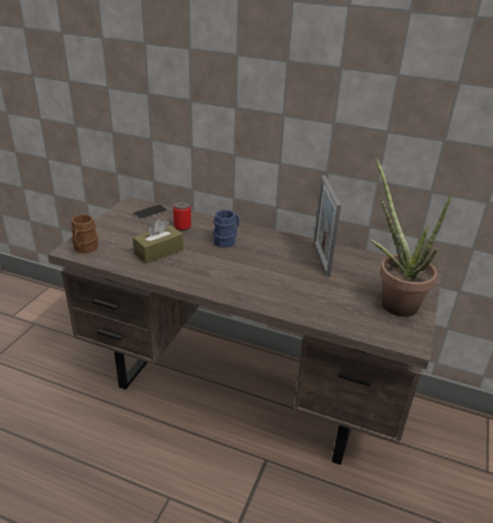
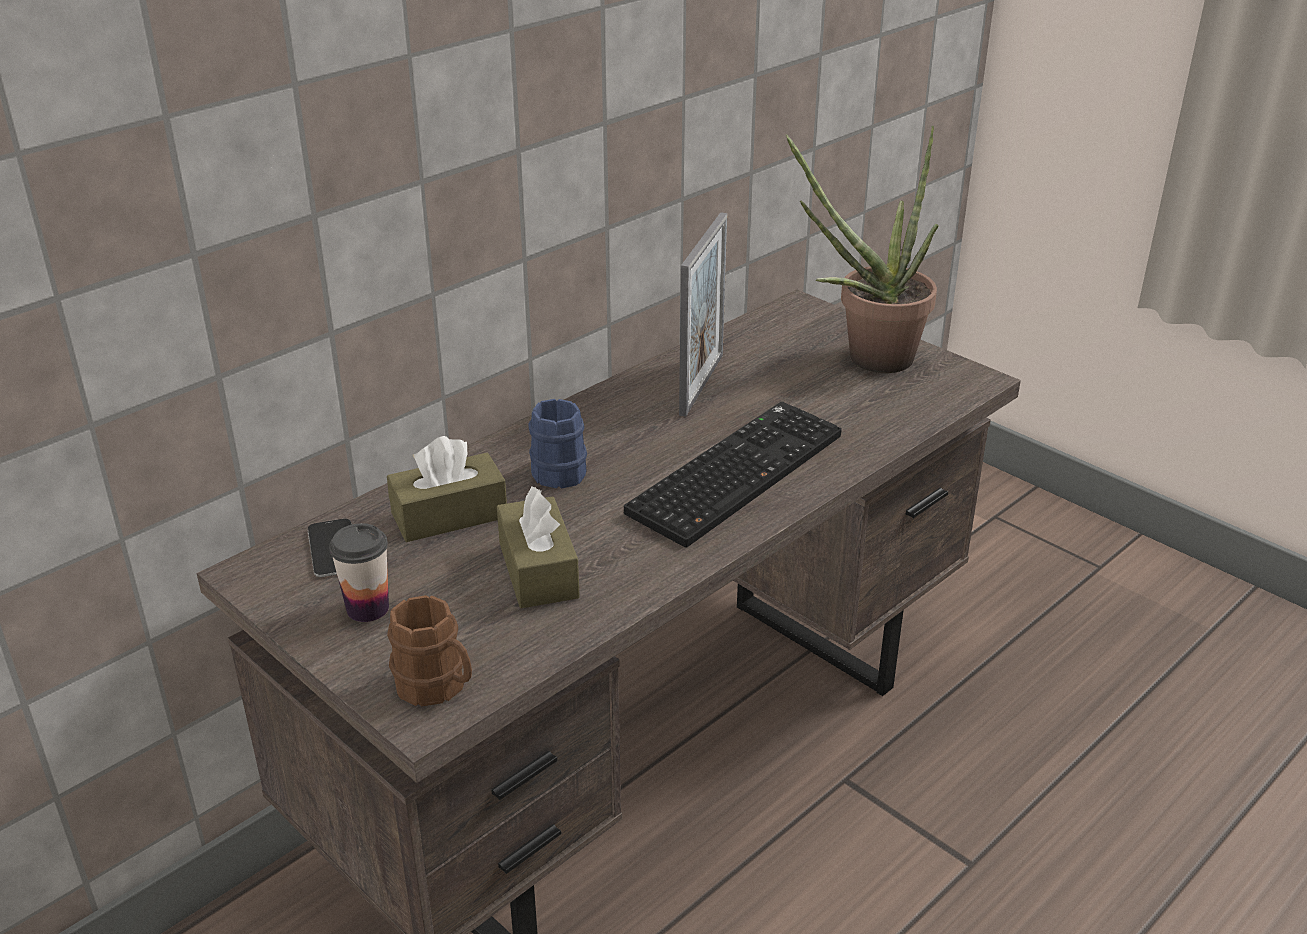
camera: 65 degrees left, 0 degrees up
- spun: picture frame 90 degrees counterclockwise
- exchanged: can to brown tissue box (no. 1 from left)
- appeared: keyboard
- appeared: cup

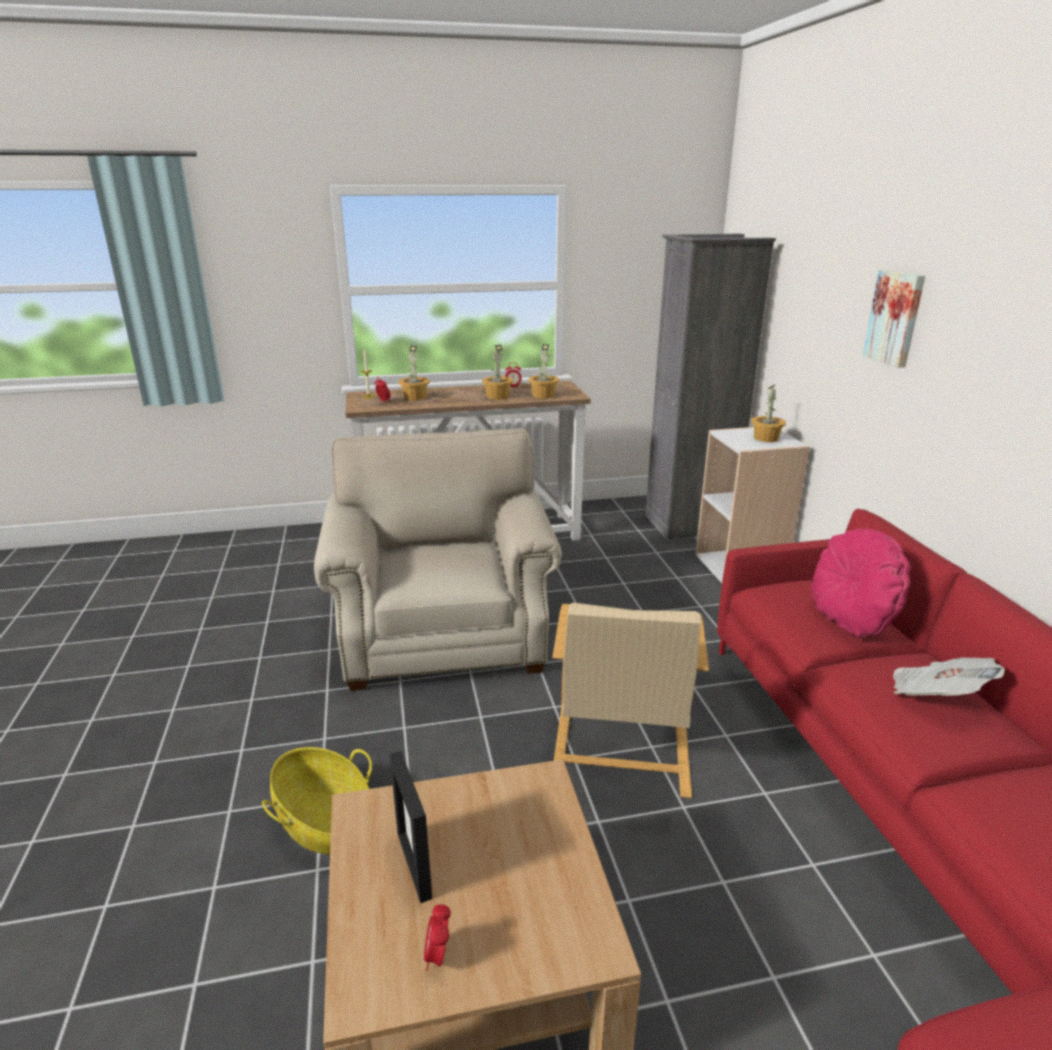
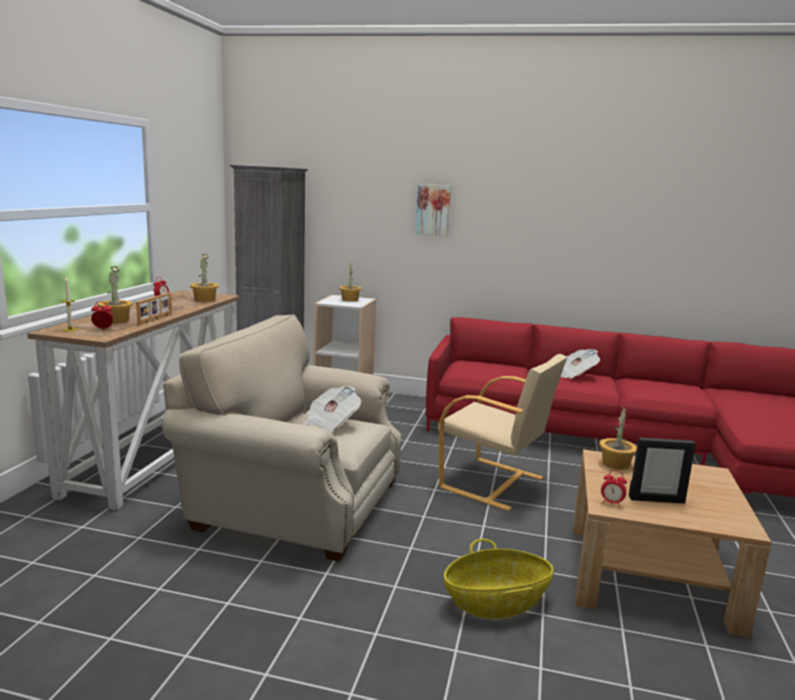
camera: 65 degrees left, 10 degrees down
- relocated: potted plant (no. 2 from left in the first image) to potted plant (no. 4 from left)
- missing: pink pillow
- relocated: alarm clock (no. 2 from left in the first image) to alarm clock (no. 3 from left)
- appeared: picture frame (no. 1 from left)
- appeared: newspaper (no. 1 from left)

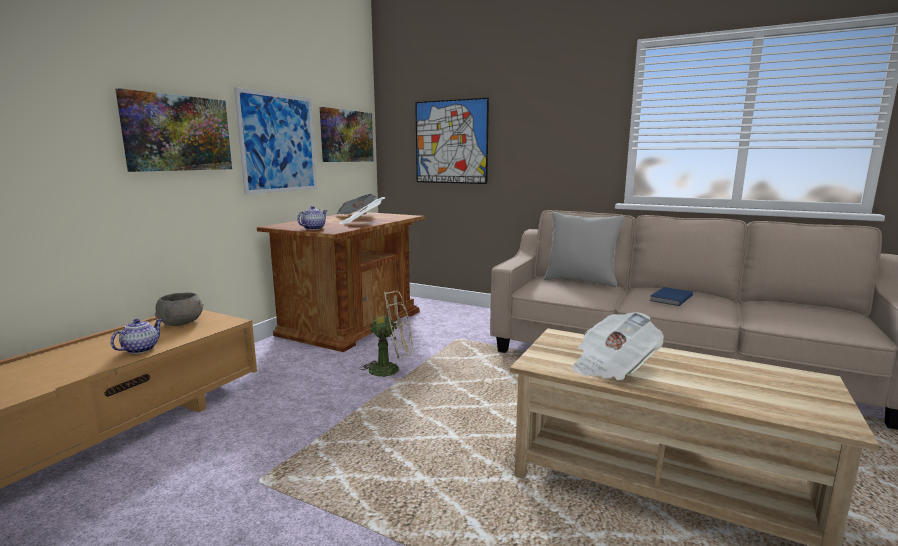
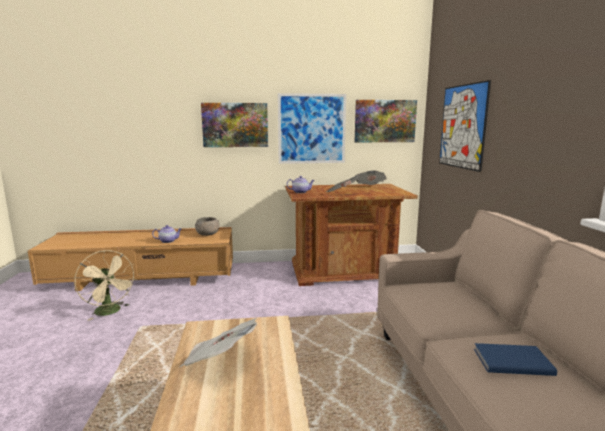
camera: 55 degrees right, 0 degrees up
- missing: grey pillow
- relocated: beige fan

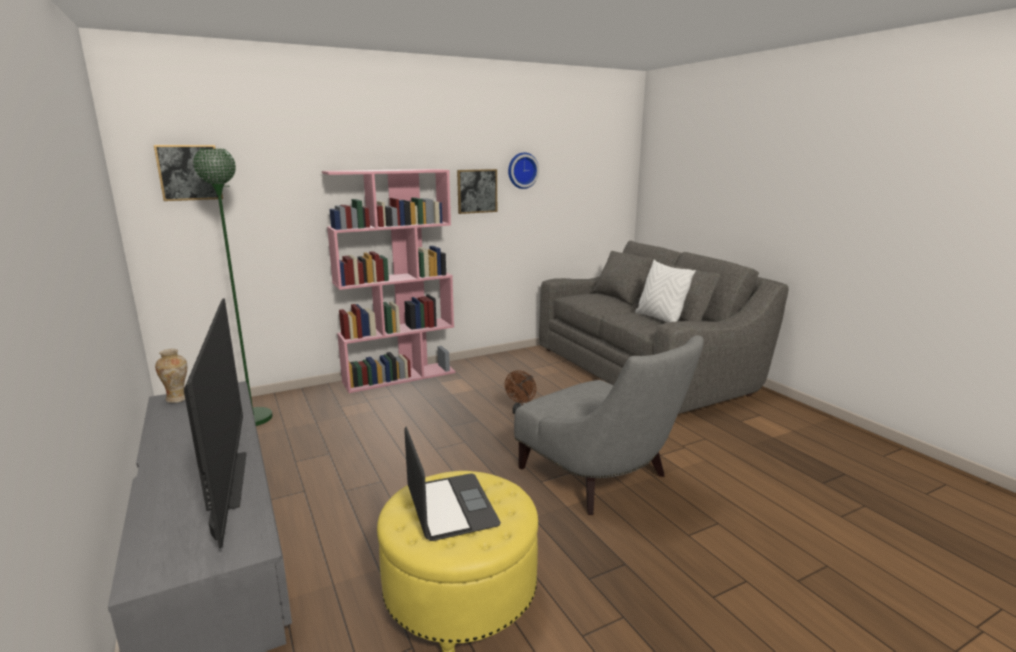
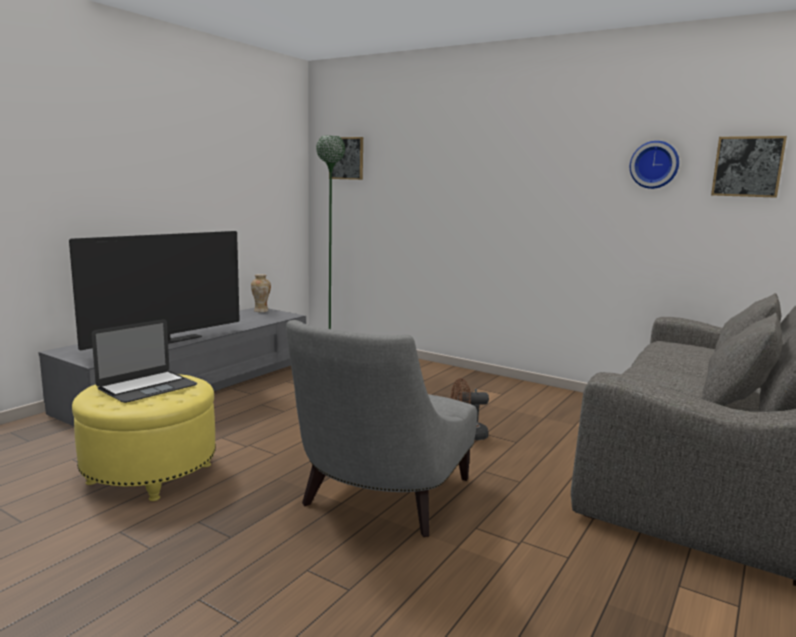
camera: 60 degrees right, 5 degrees down
- missing: pink bookcase
- relocated: picture (no. 2 from left)
- missing: white pillow

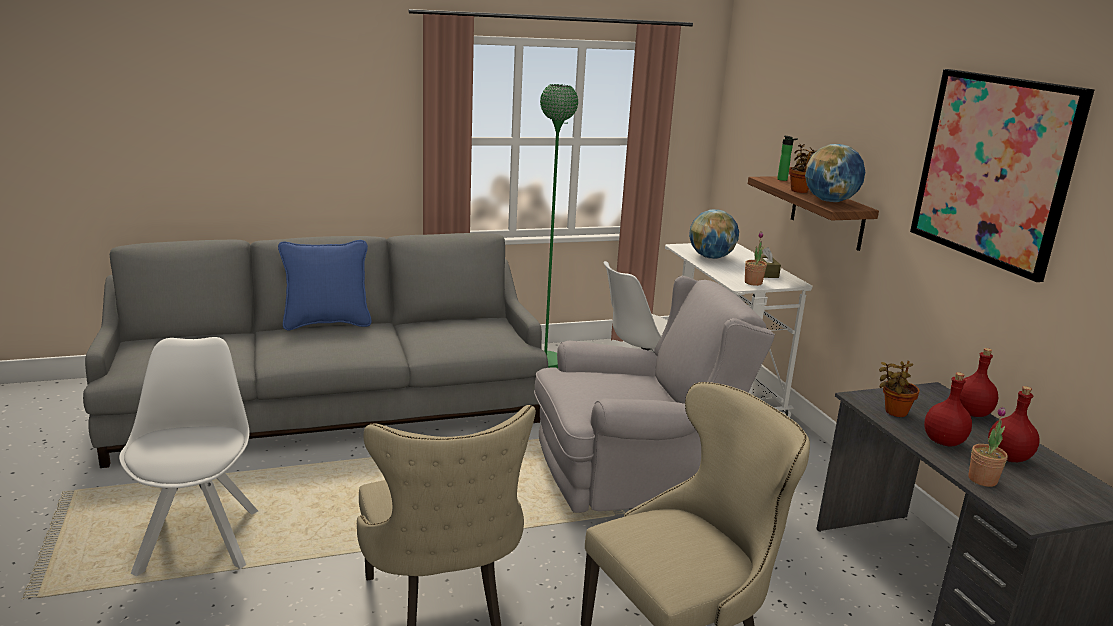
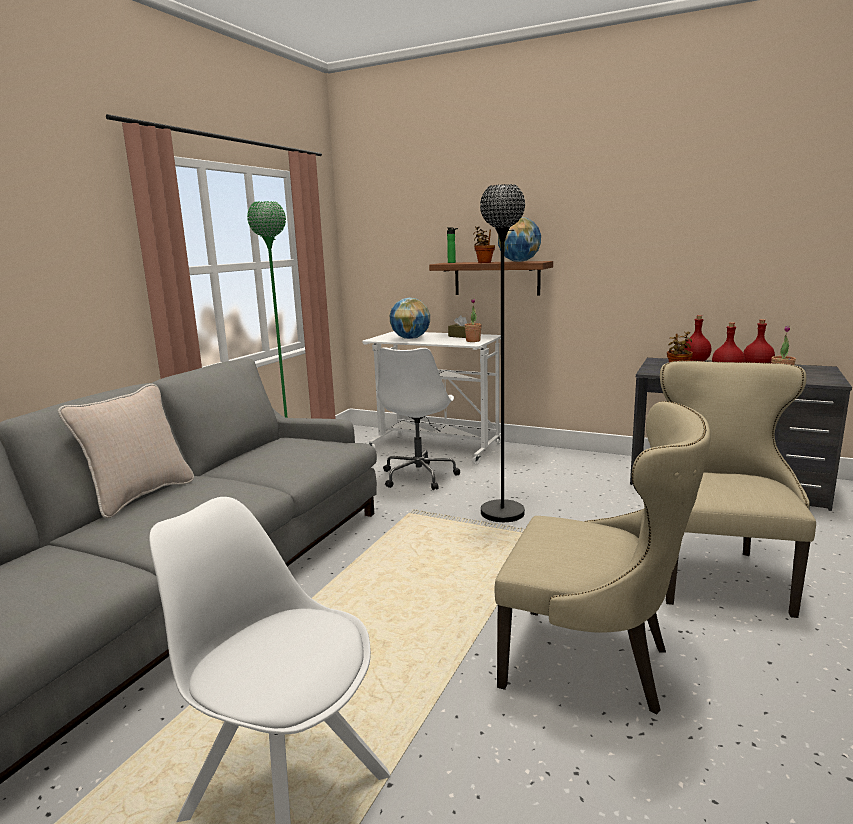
camera: 45 degrees left, 5 degrees down
- missing: picture
- colour: blue pillow to beige pillow
- exchanged: grey armchair to black floor lamp

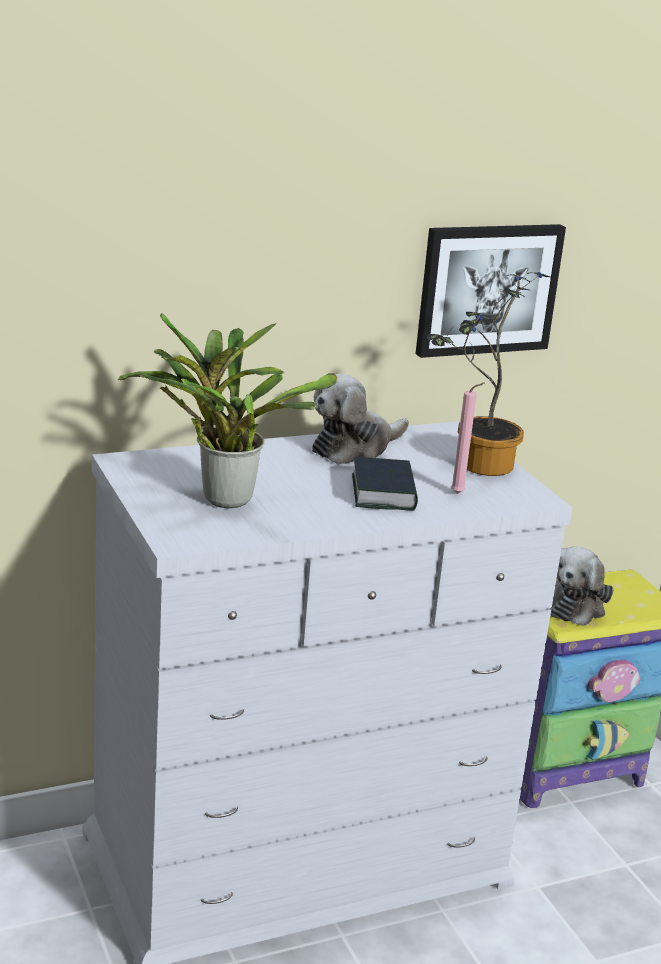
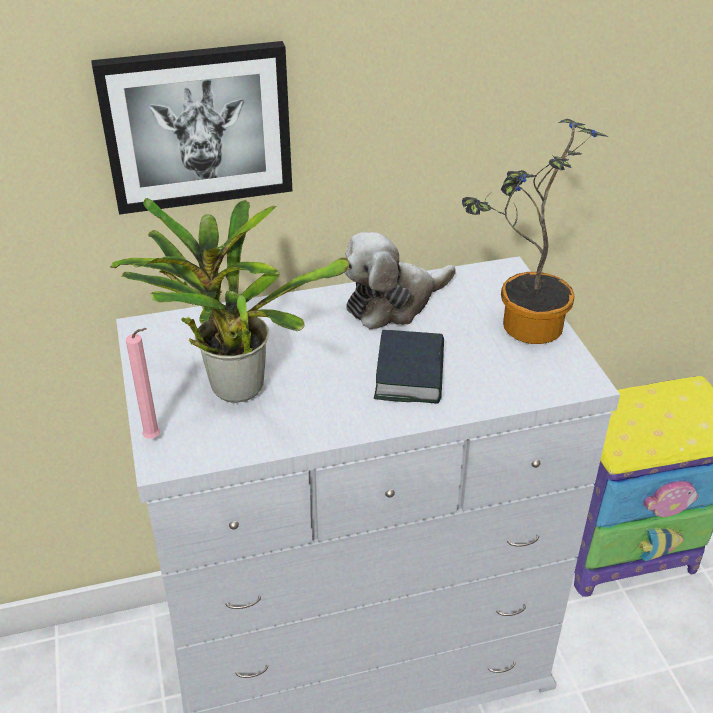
camera: 10 degrees right, 15 degrees up
- relocated: picture
- relocated: pink candle
- missing: plush toy (no. 2 from left)

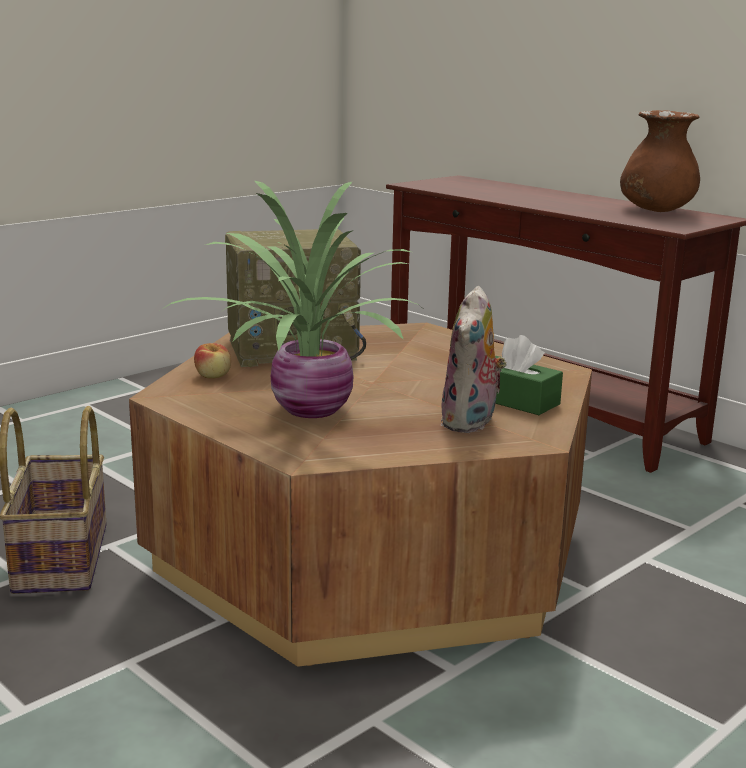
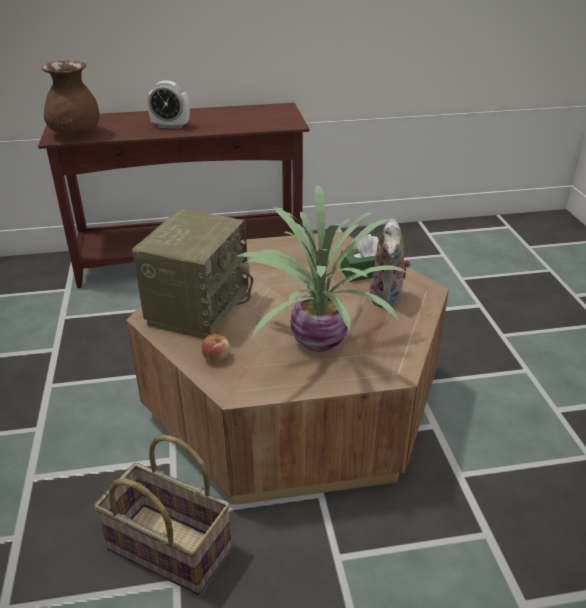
camera: 55 degrees left, 15 degrees up
- relocated: brown vase
- spun: plush toy 45 degrees clockwise
- appeared: alarm clock

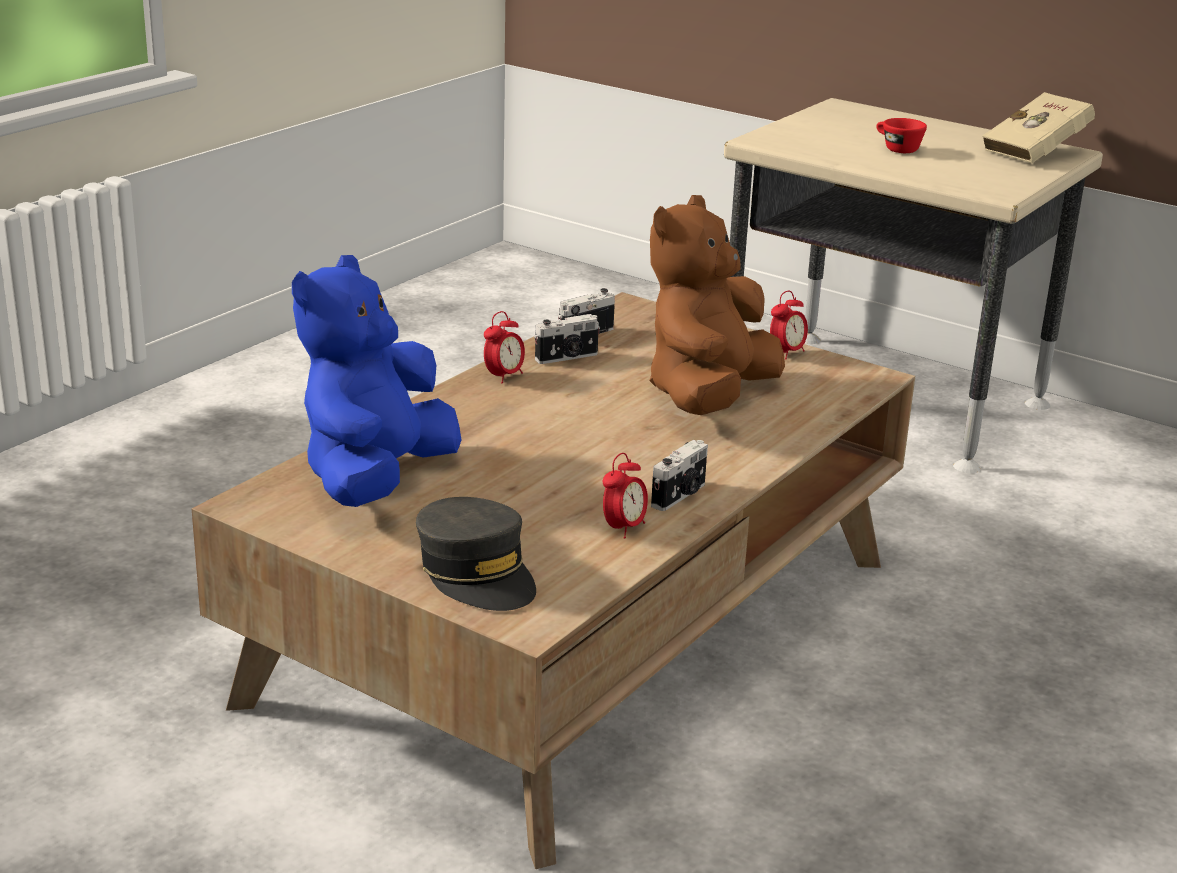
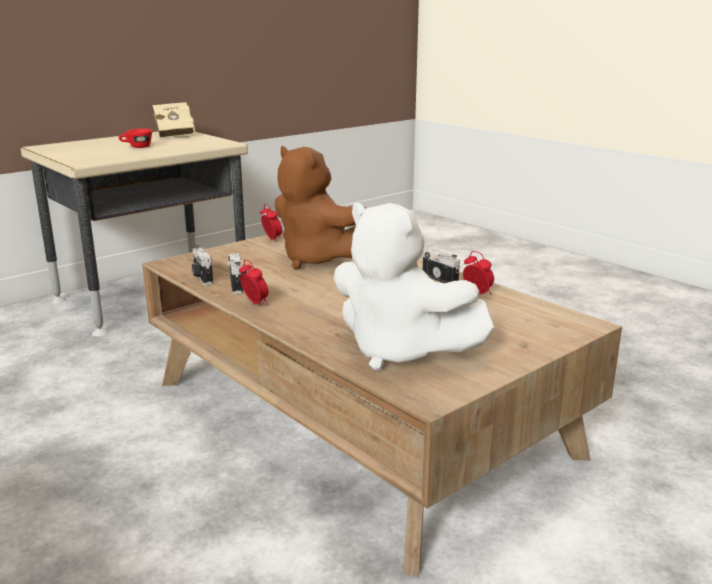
camera: 75 degrees left, 5 degrees down
- colour: blue plush toy to white plush toy
- missing: grey cap

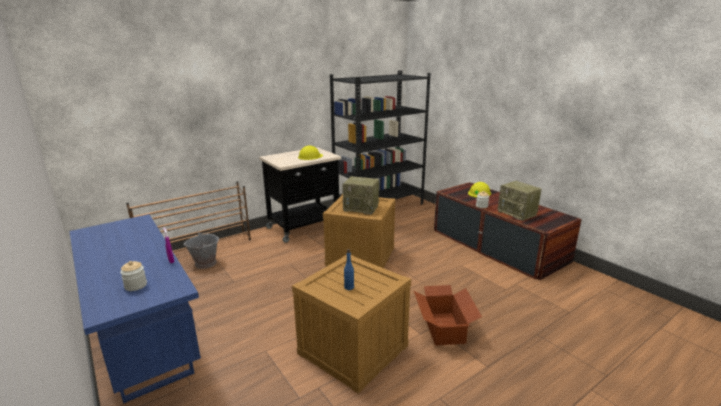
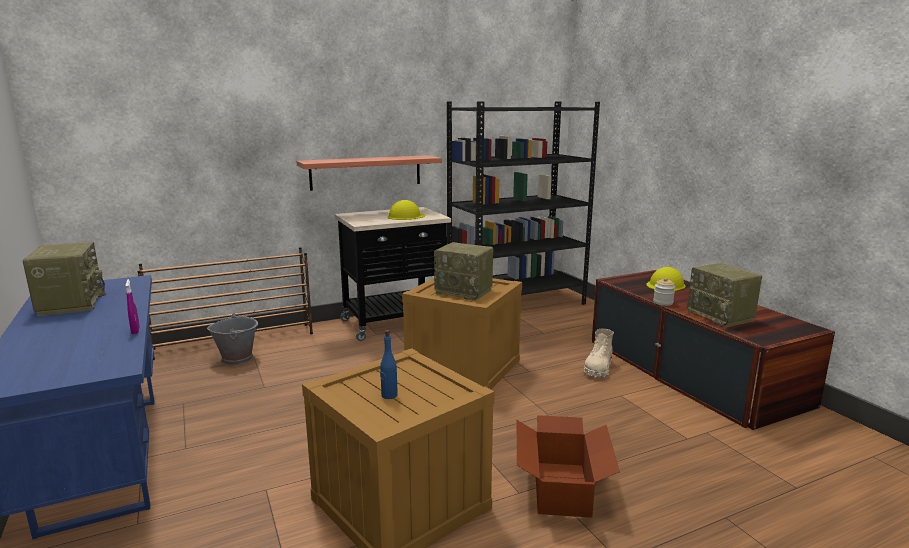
camera: 10 degrees right, 5 degrees down
- missing: jar (no. 1 from left)
- appeared: shelf
- appeared: radio (no. 1 from left)
- appeared: beige boot

